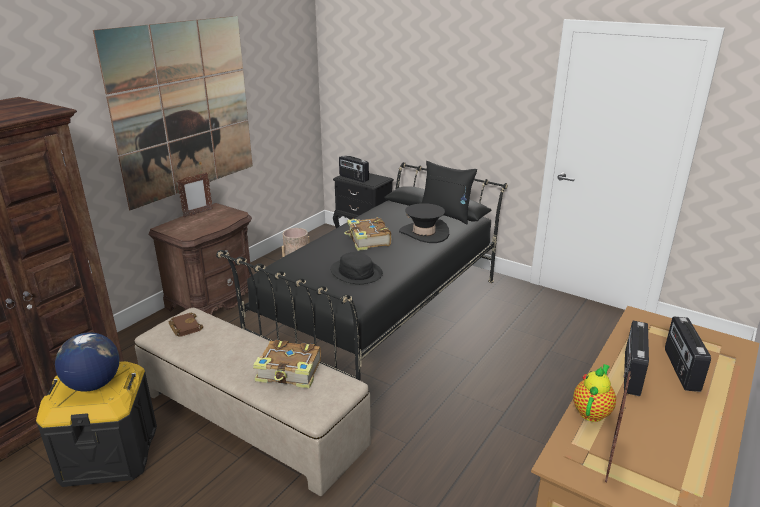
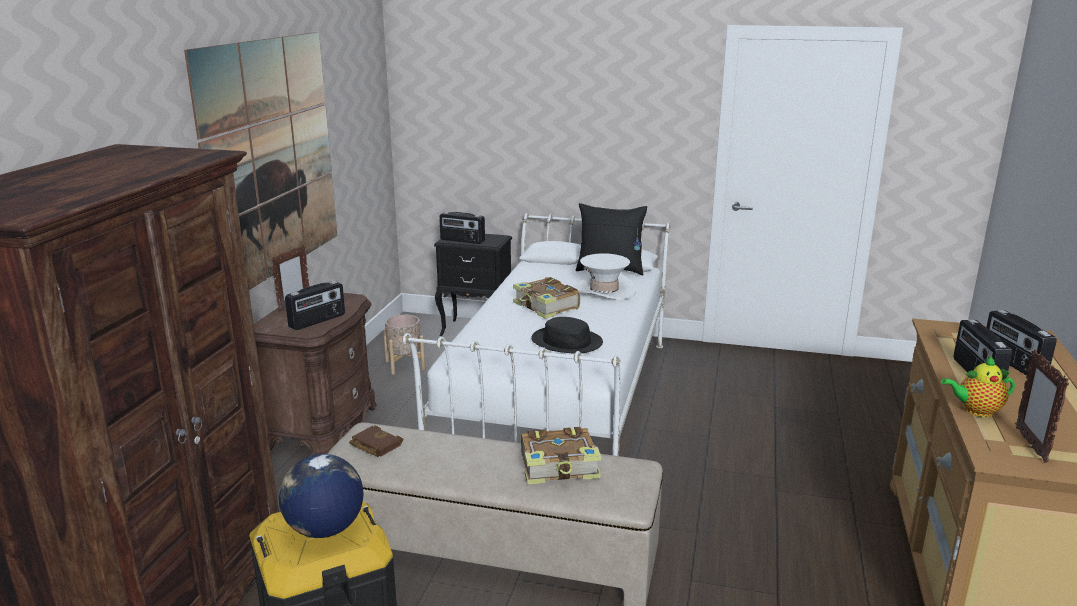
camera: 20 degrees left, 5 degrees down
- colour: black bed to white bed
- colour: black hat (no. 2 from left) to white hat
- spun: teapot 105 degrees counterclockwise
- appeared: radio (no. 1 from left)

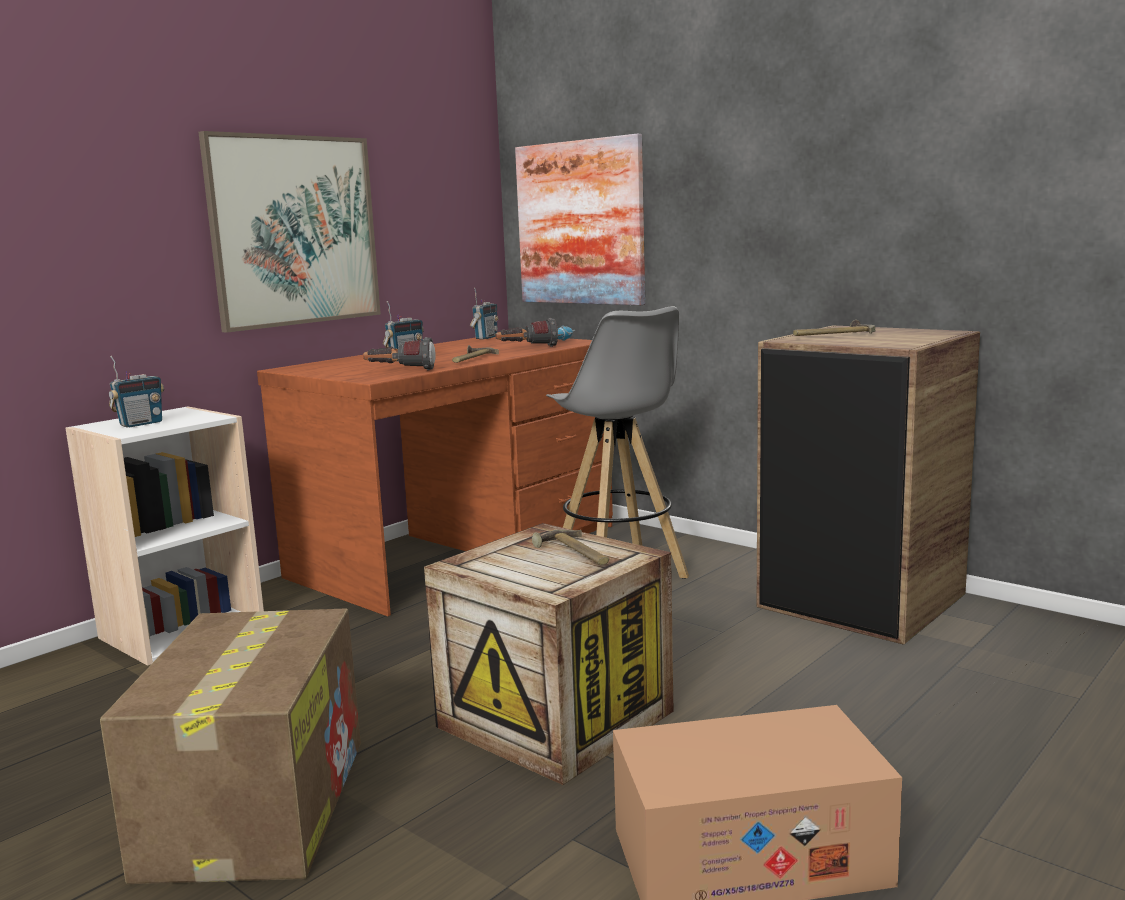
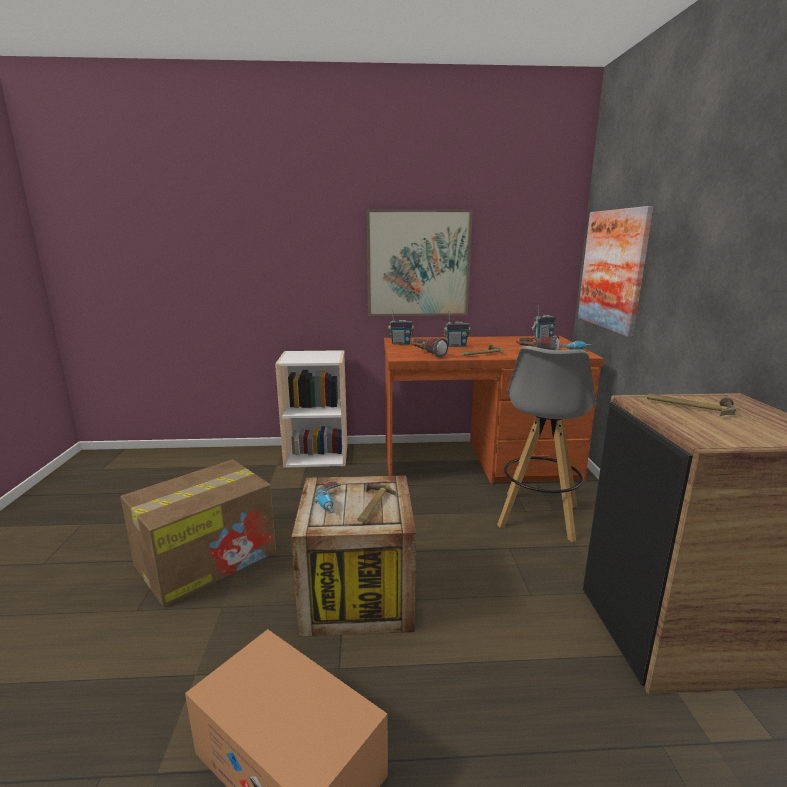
camera: 45 degrees right, 5 degrees up
- relocated: radio (no. 1 from left)
- appeared: power drill (no. 1 from left)

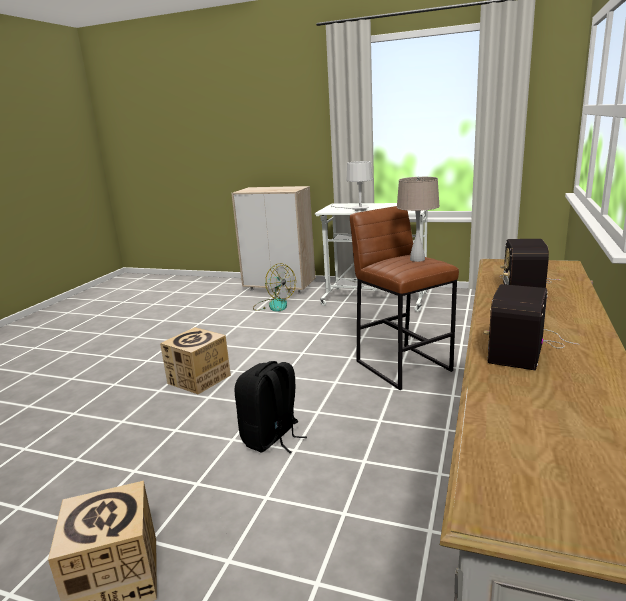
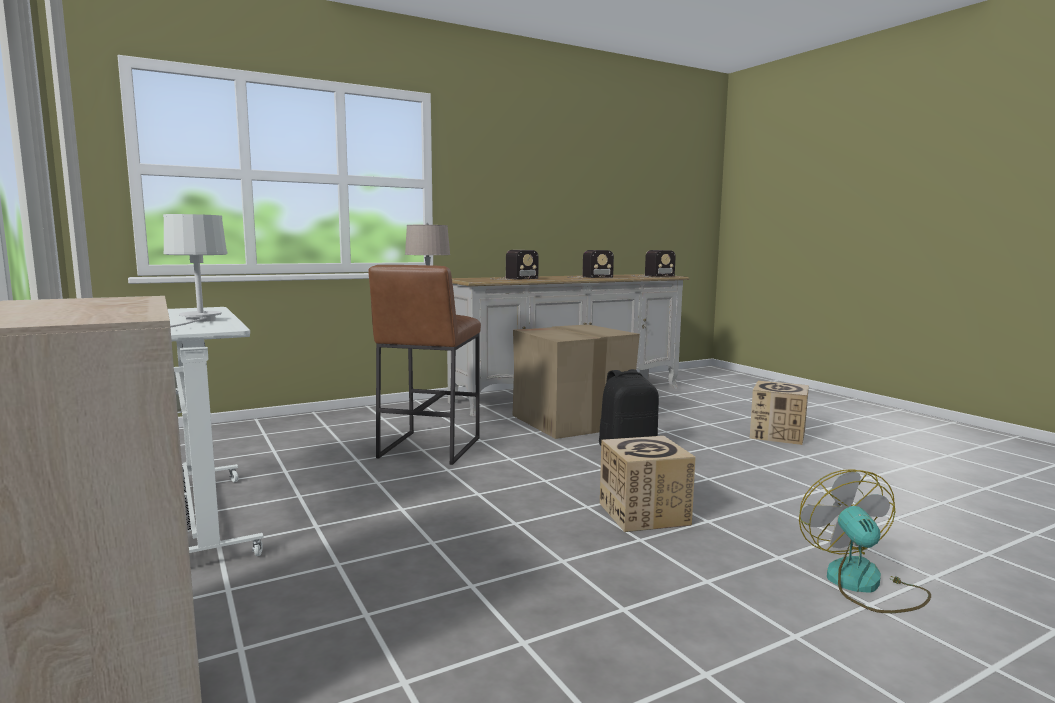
camera: 140 degrees left, 10 degrees down
- relocated: fan
- appeared: radio (no. 3 from left)
- appeared: cardboard box (no. 1 from left)

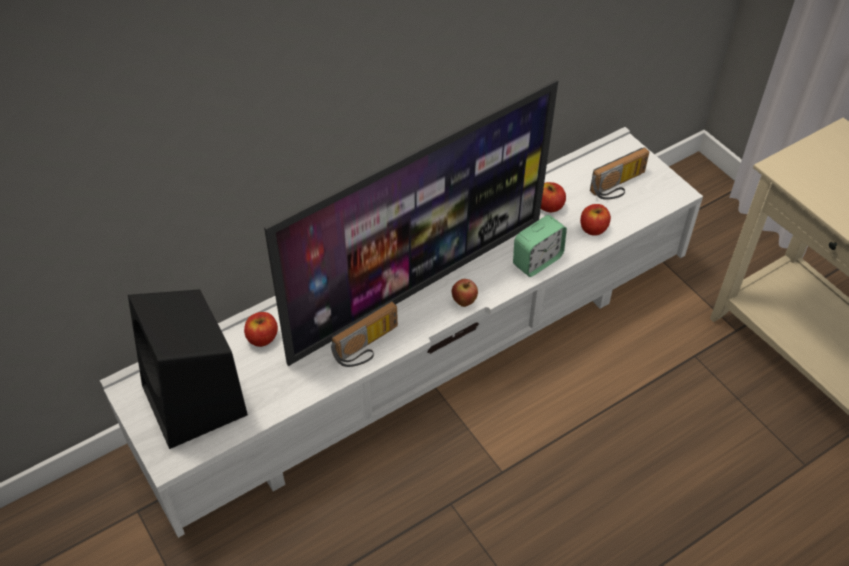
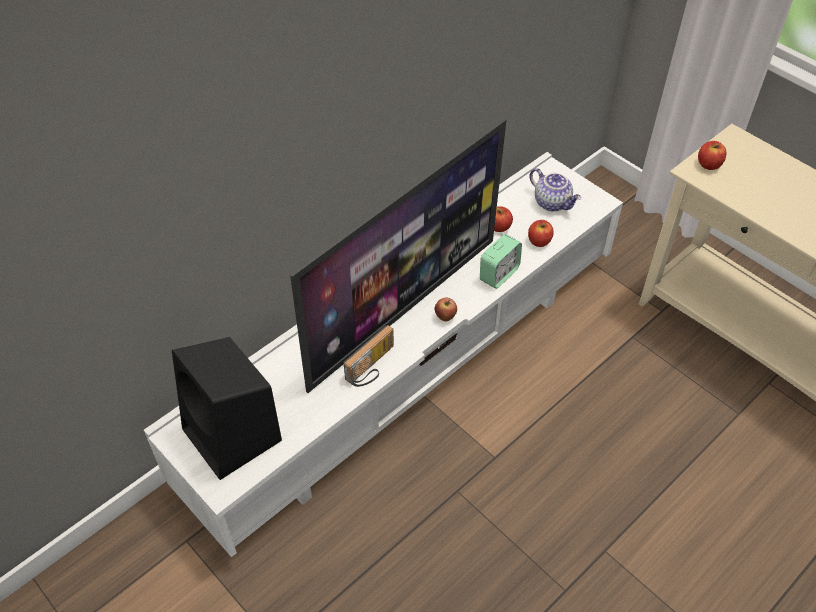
camera: 10 degrees left, 0 degrees up
- exchanged: radio (no. 2 from left) to teapot
- relocated: apple (no. 1 from left in the first image) to apple (no. 4 from left)

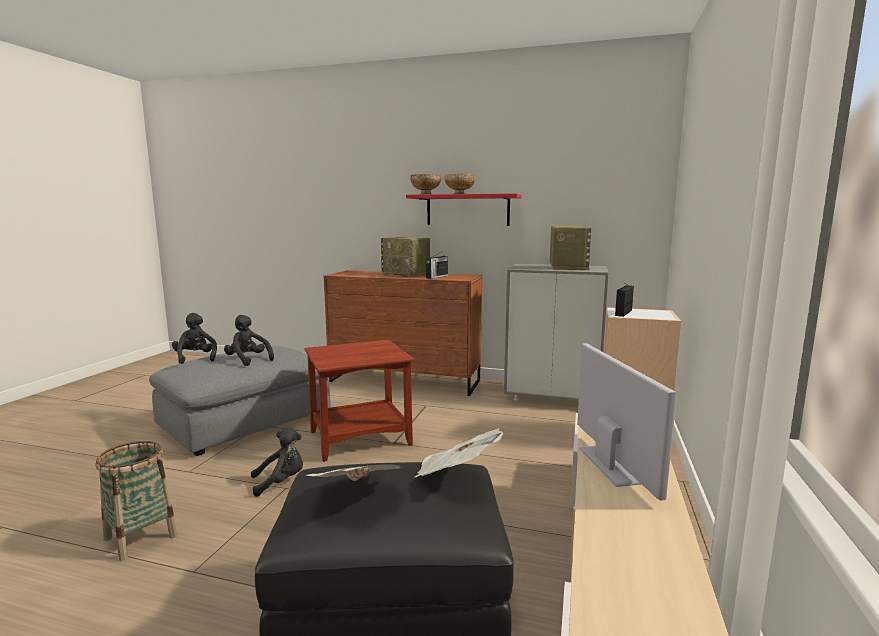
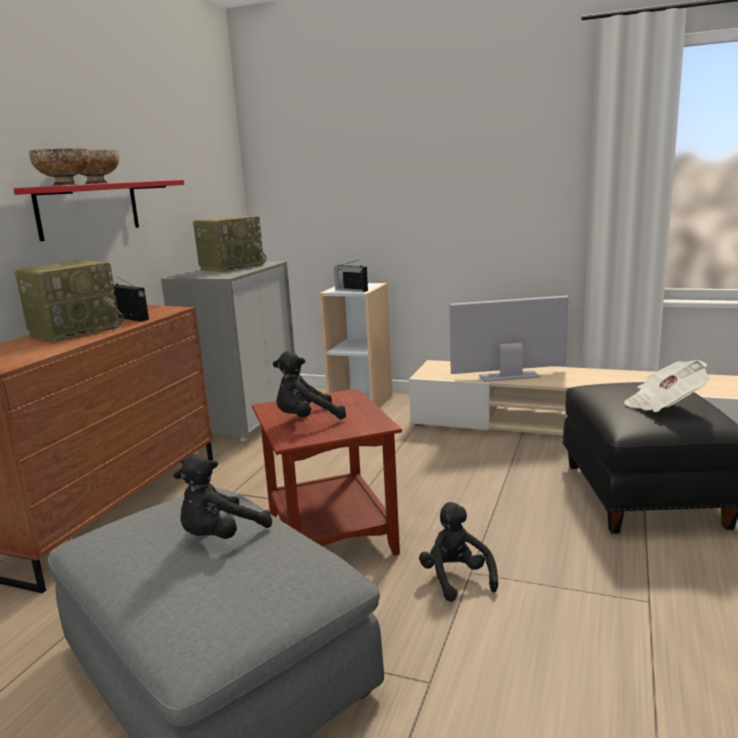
camera: 85 degrees left, 5 degrees up
- spun: radio (no. 3 from left) 120 degrees clockwise
- relocated: black plush toy (no. 1 from left in the first image) to black plush toy (no. 2 from left)
- missing: newspaper (no. 2 from left)
- missing: basket

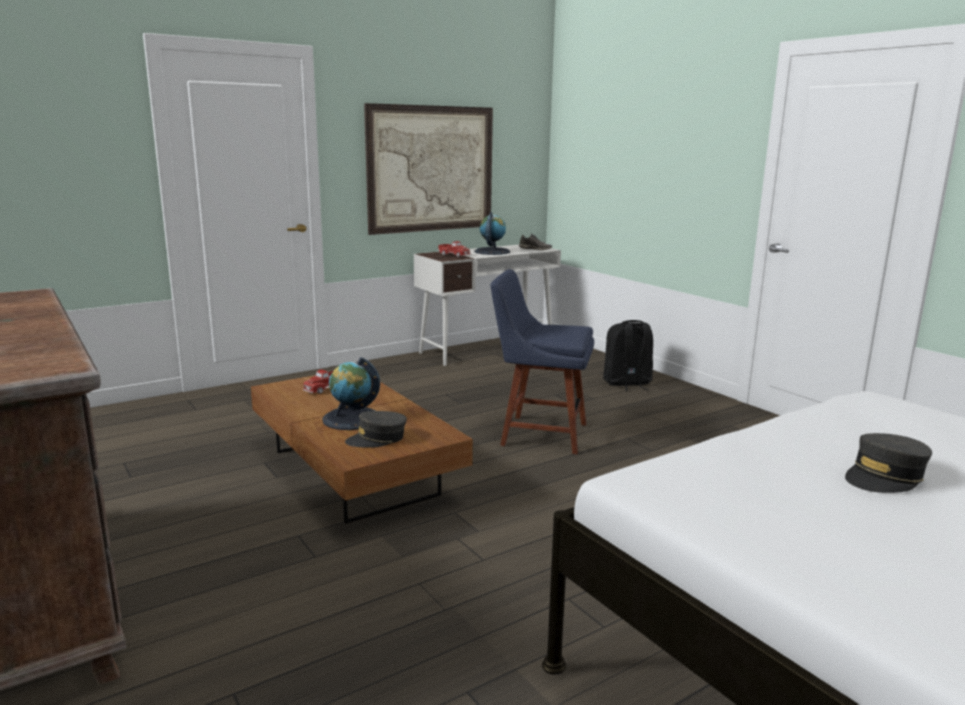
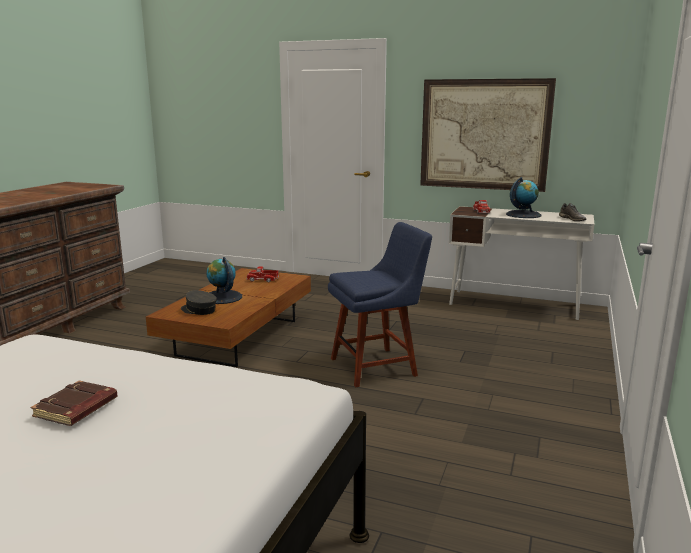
camera: 55 degrees right, 0 degrees up
- spun: blue chair 90 degrees clockwise
- missing: black backpack
- exchanged: grey cap (no. 2 from left) to brown book

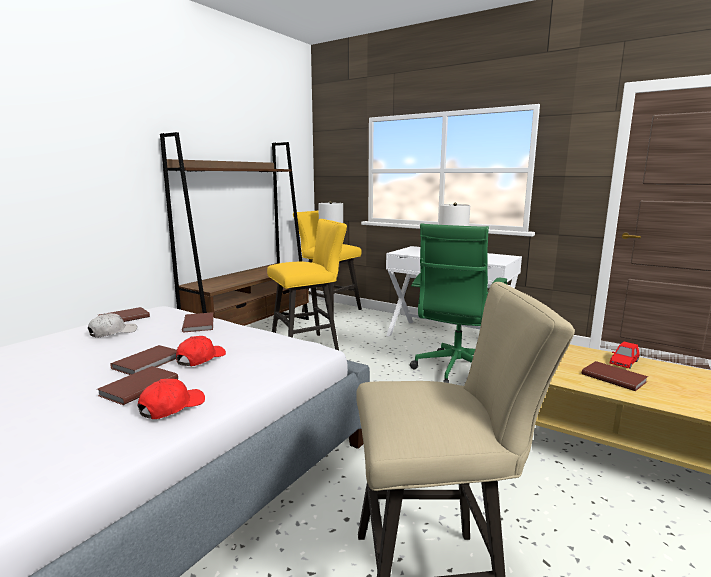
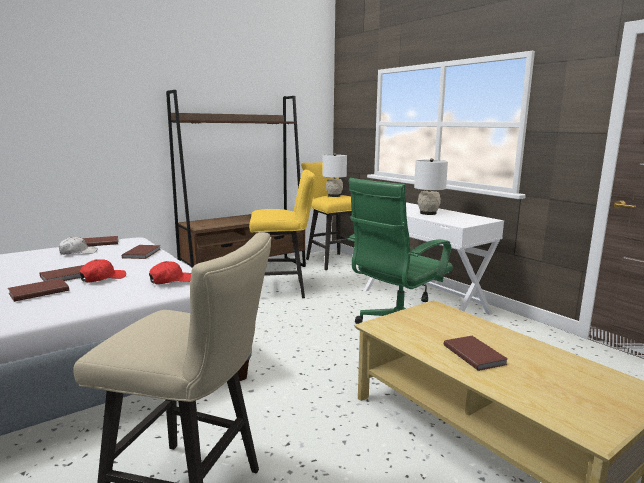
camera: 20 degrees right, 0 degrees up
- missing: red toy car
- relocated: red cap (no. 1 from left in the first image) to red cap (no. 2 from left)

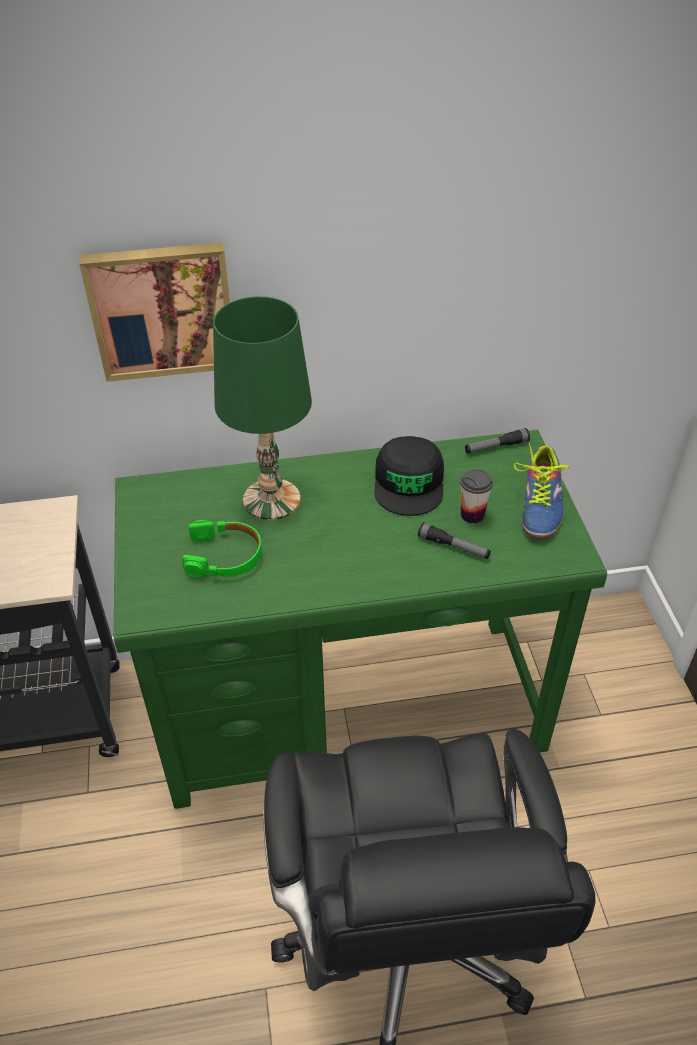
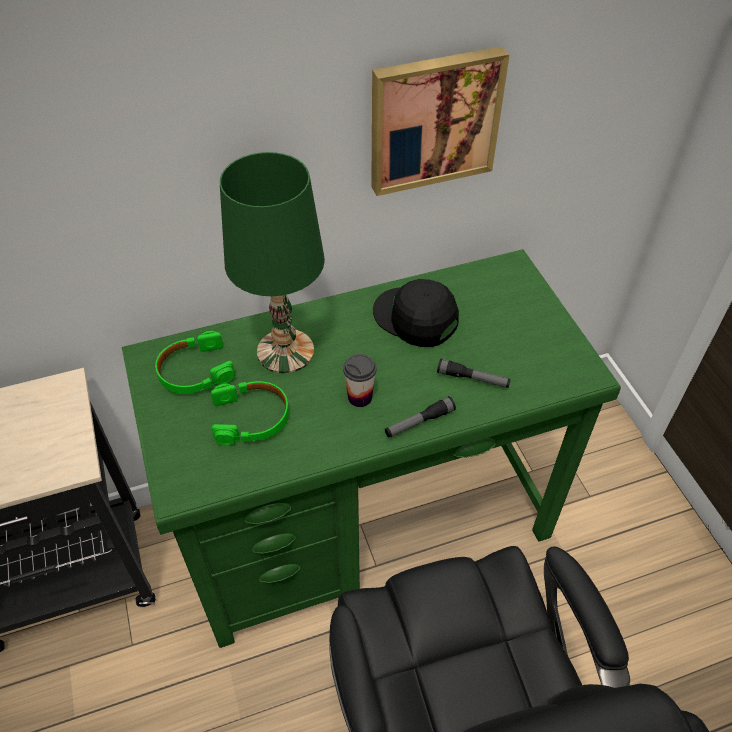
camera: 10 degrees left, 5 degrees up
- relocated: picture
- relocated: flashlight (no. 2 from left in the first image) to flashlight (no. 1 from left)
- spun: black cap 135 degrees clockwise
- missing: shoe
- relocated: cup
- appeared: green headphones (no. 1 from left)

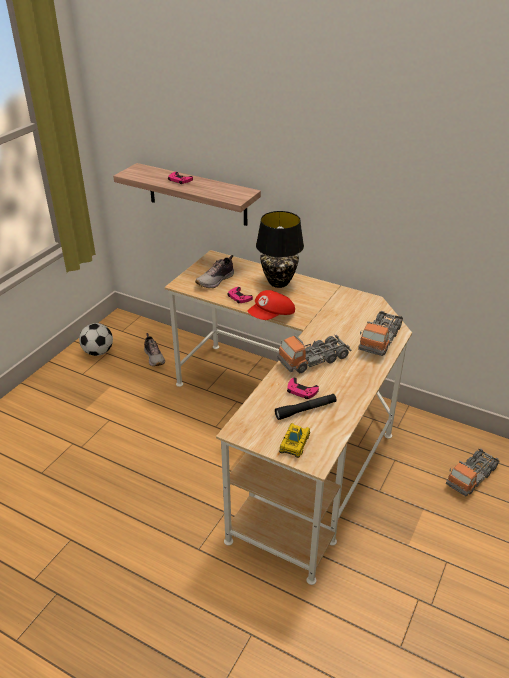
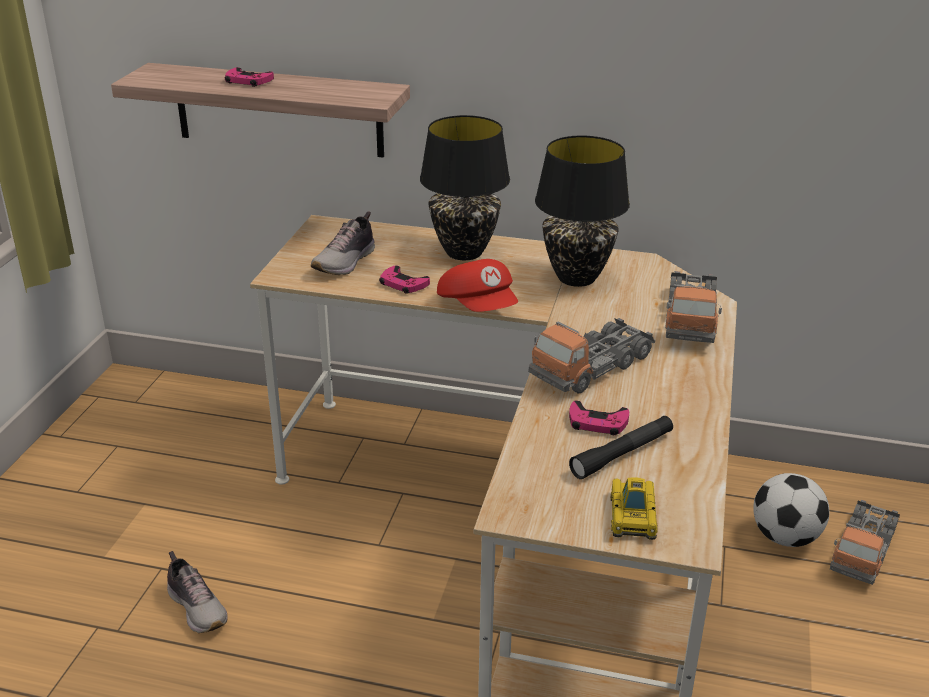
camera: 15 degrees left, 5 degrees down
- spun: red cap 60 degrees counterclockwise
- relocated: football
- relocated: shoe (no. 1 from left)
- appeared: black table lamp (no. 2 from left)

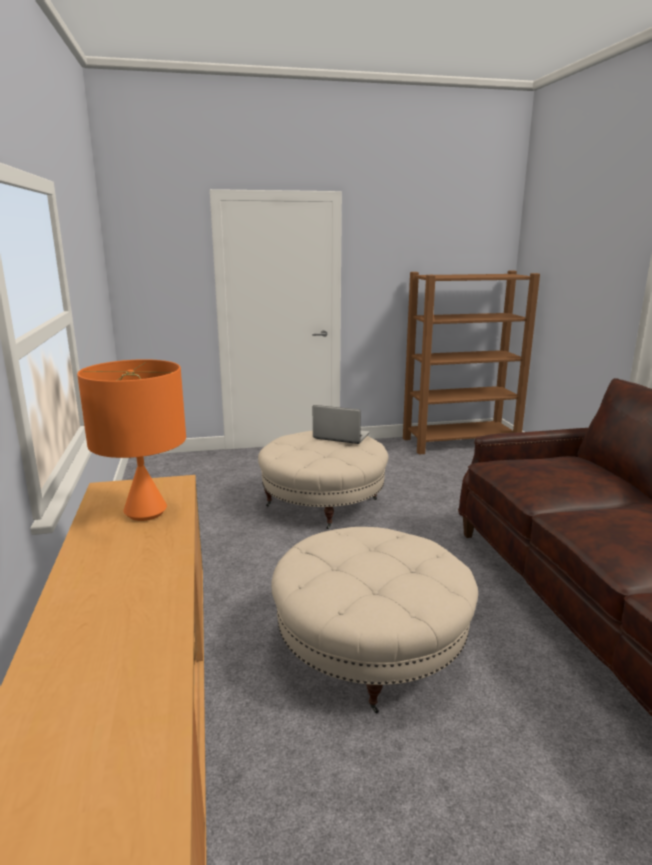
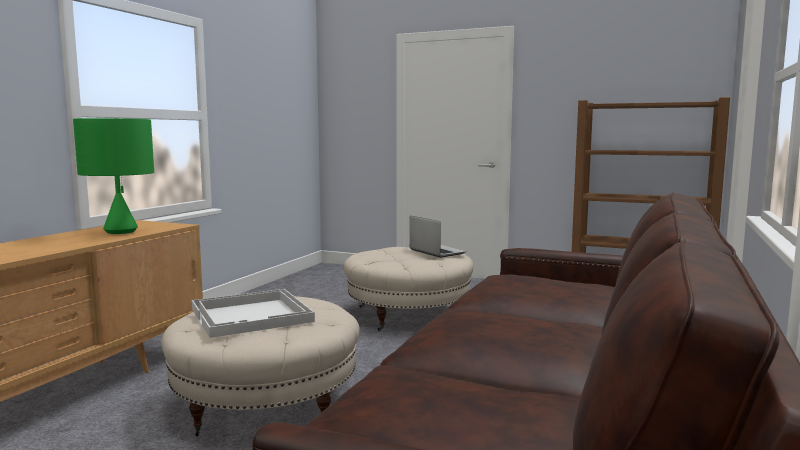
camera: 35 degrees right, 10 degrees down
- colour: orange table lamp to green table lamp
- appeared: white tray

